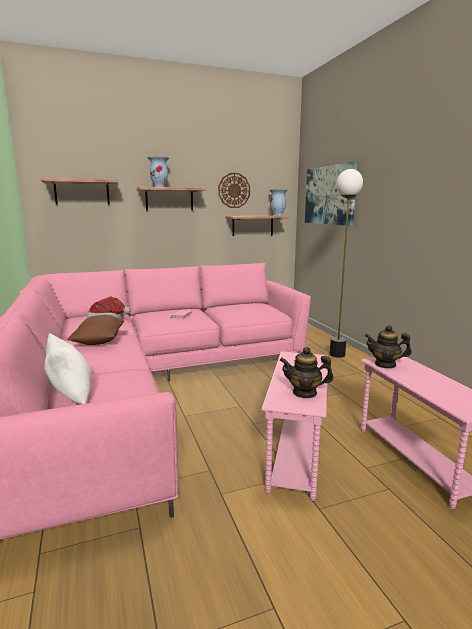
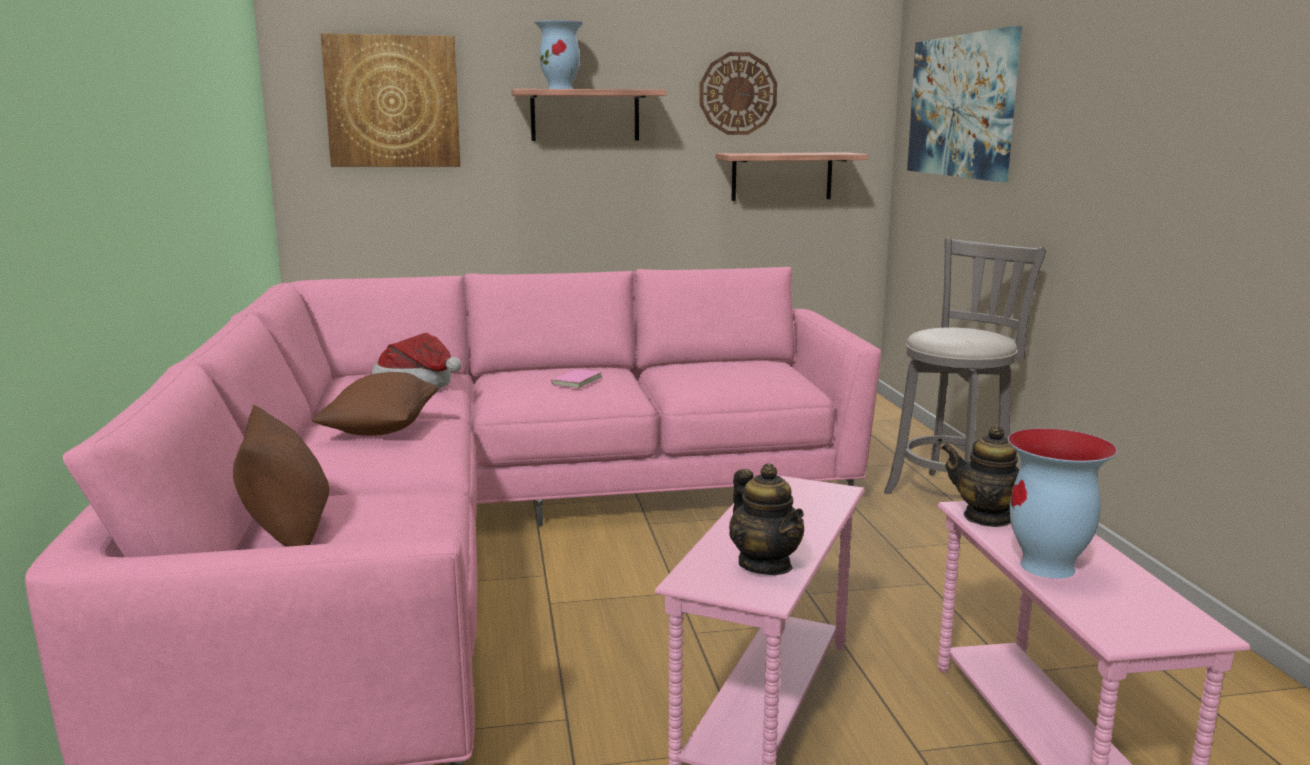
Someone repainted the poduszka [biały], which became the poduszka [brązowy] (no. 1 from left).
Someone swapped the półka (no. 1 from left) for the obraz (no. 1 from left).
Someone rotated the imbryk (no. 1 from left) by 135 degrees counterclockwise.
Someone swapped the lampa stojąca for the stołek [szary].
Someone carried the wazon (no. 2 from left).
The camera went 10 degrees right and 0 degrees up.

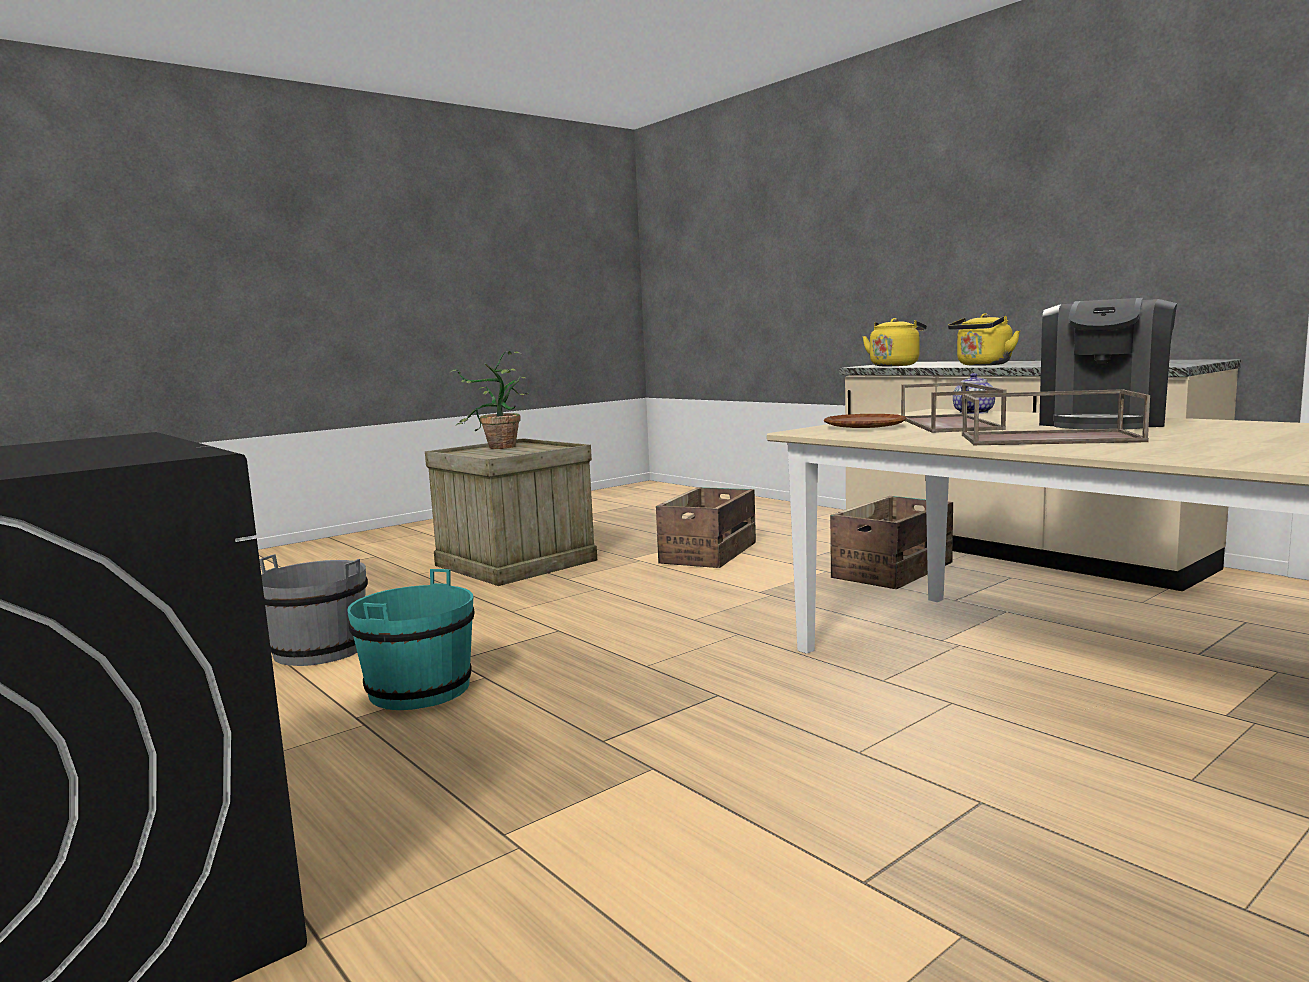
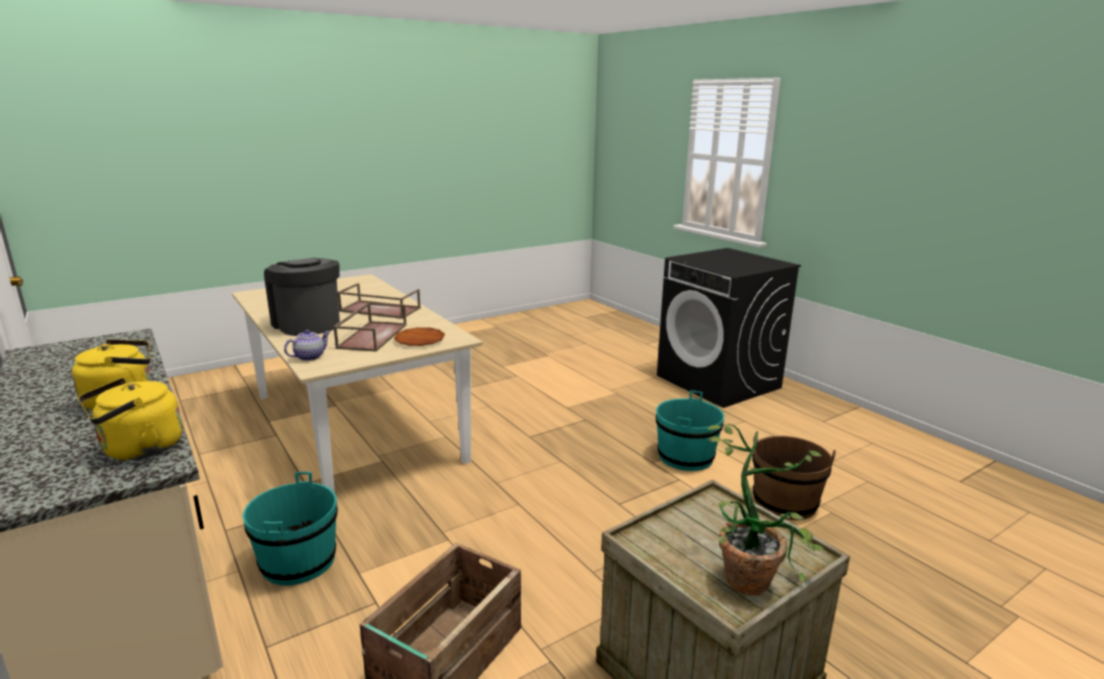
Someone swapped the skrzynka (no. 3 from left) for the wiadro [turkusowy] (no. 1 from left).
Someone rotated the ekspres do kawy by 75 degrees counterclockwise.
Someone repainted the wiadro [szary], which became the wiadro [brązowy].
The camera went 175 degrees left and 10 degrees up.

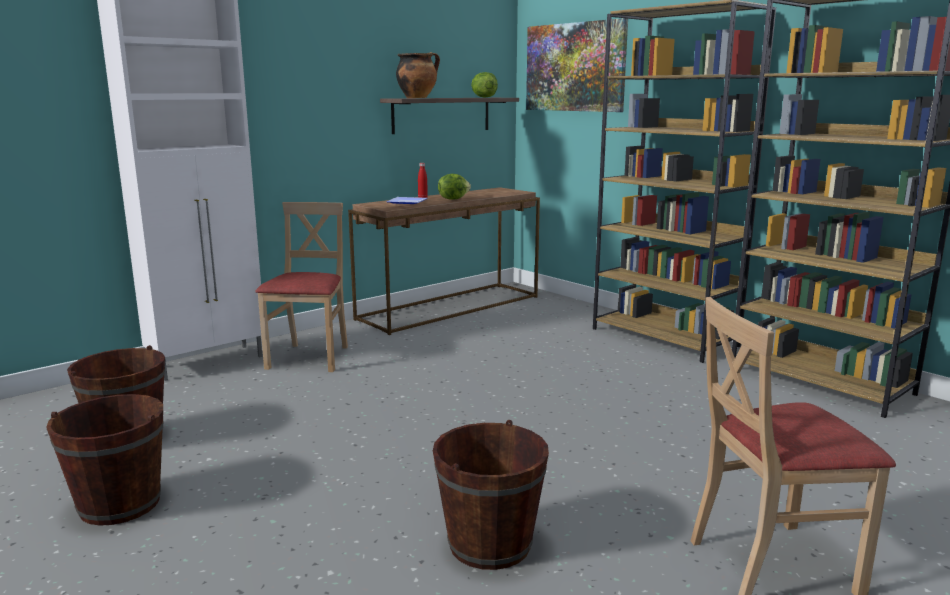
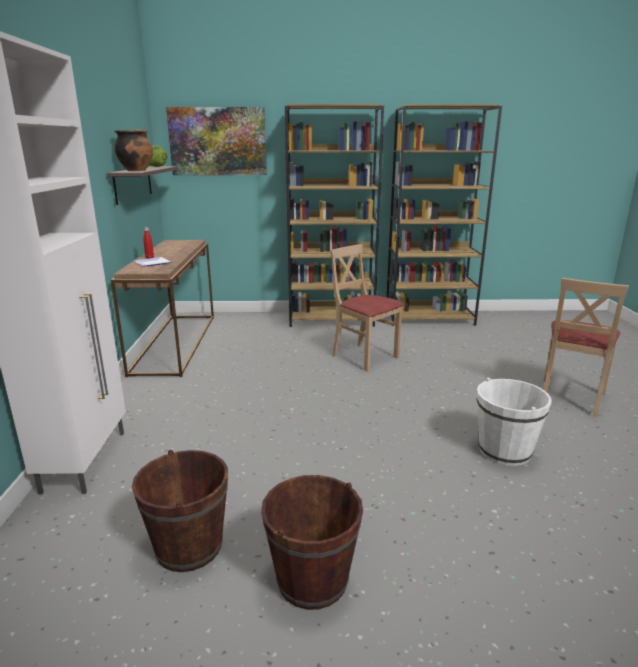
Someone carried the krzesło [beżowy] (no. 1 from left).
Someone repainted the wiadro [brązowy] (no. 3 from left), which became the wiadro [biały].
Someone took away the sałata (no. 1 from left).
The camera went 50 degrees left and 5 degrees up.

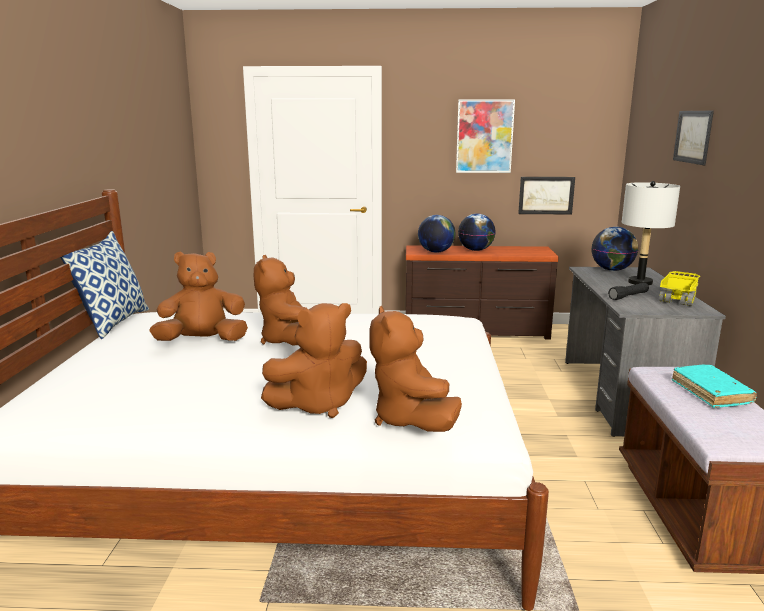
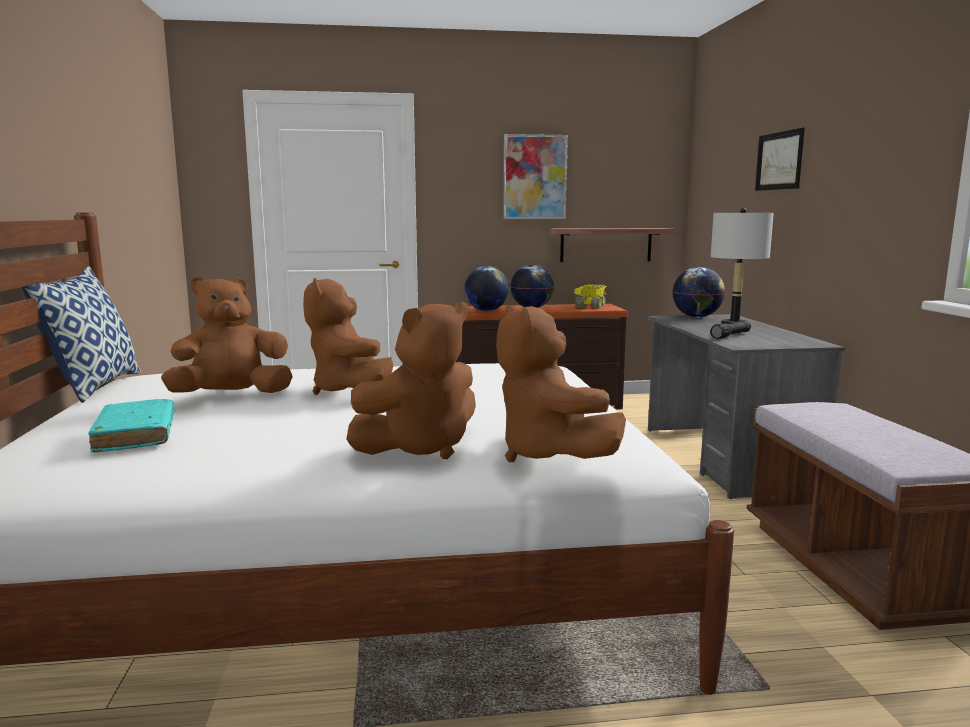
Someone carried the książka [turkusowy].
Someone swapped the obraz (no. 2 from left) for the półka.
Someone carried the ciężarówka zabawkowa.
The camera went 10 degrees left and 5 degrees down.

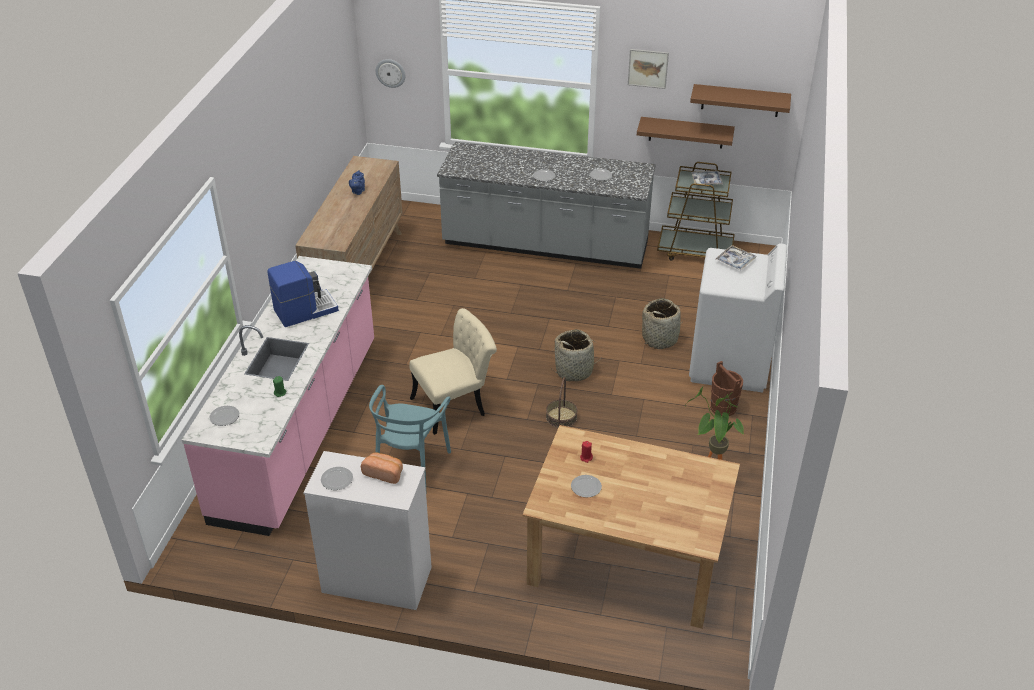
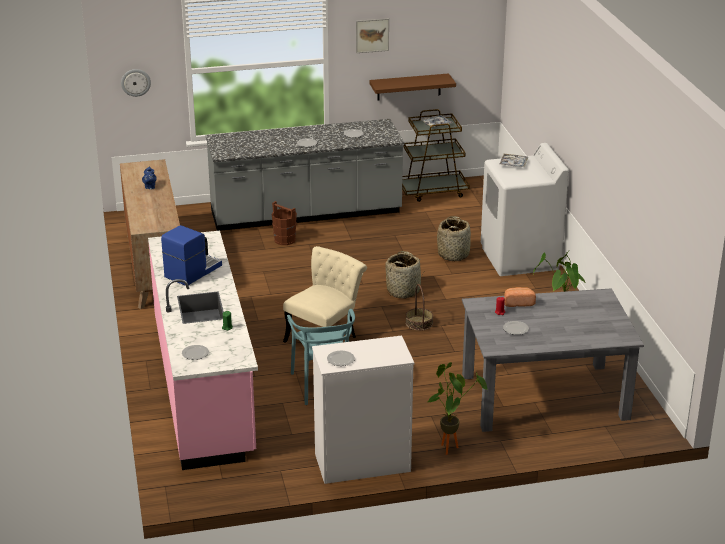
Someone carried the wiadro [brązowy].
Someone put down the roślina doniczkowa (no. 1 from left).
Someone repainted the stół jadalny [brązowy], which became the stół jadalny [szary].
Someone carried the chleb.
Someone took away the półka [brązowy] (no. 2 from left).
The camera went 25 degrees left and 10 degrees down.

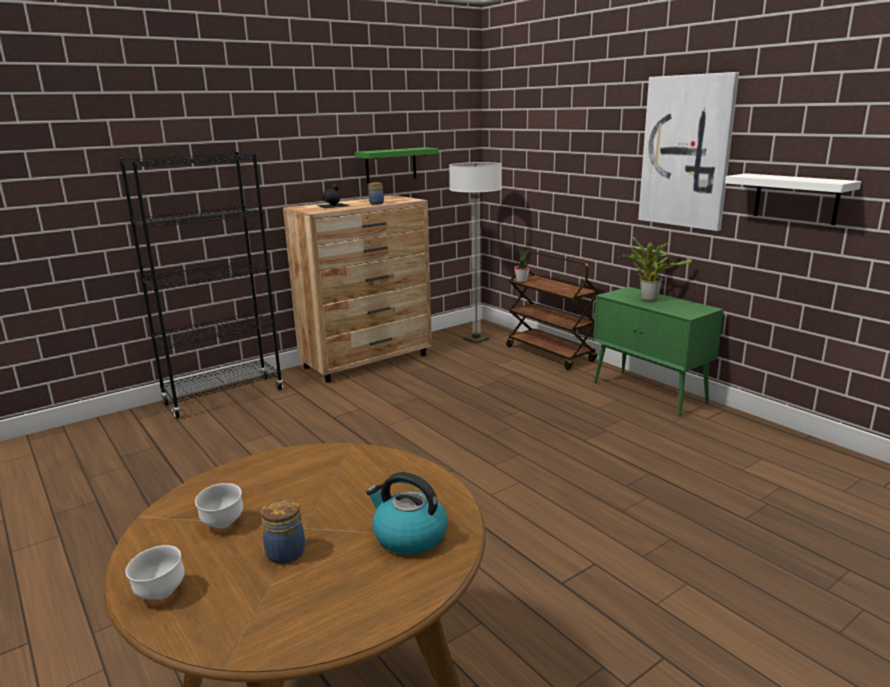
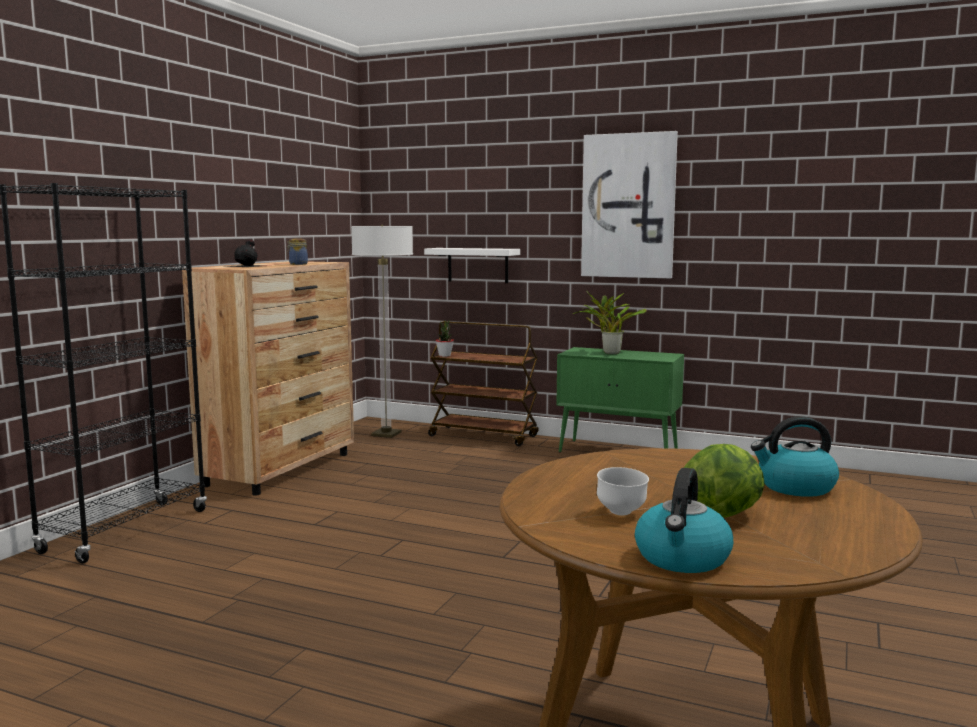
Someone carried the półka [biały].
Someone swapped the miska [biały] (no. 1 from left) for the czajnik (no. 1 from left).
Someone swapped the słoik (no. 1 from left) for the sałata.
Someone took away the półka [zielony].
The camera went 30 degrees left and 10 degrees down.

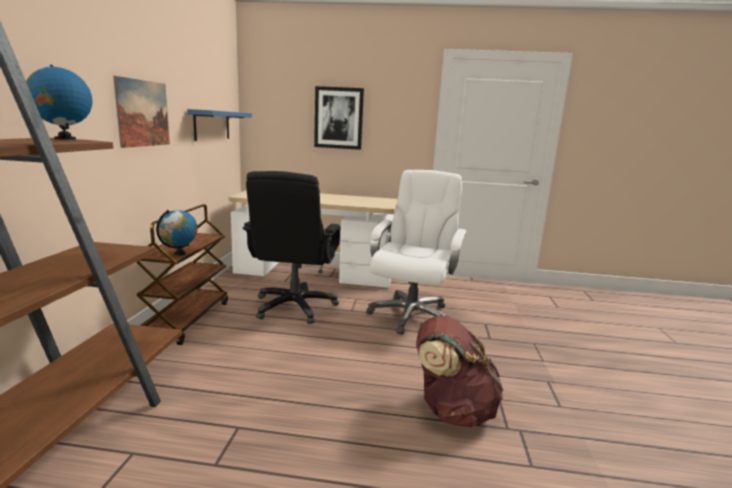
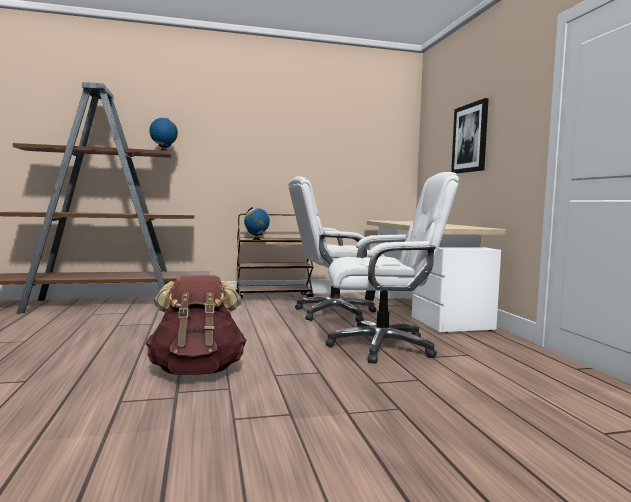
Someone repainted the krzesło biurowe [czarny], which became the krzesło biurowe [biały] (no. 1 from left).
Someone took away the obraz (no. 1 from left).
Someone took away the półka [niebieski].
The camera went 70 degrees right and 10 degrees down.

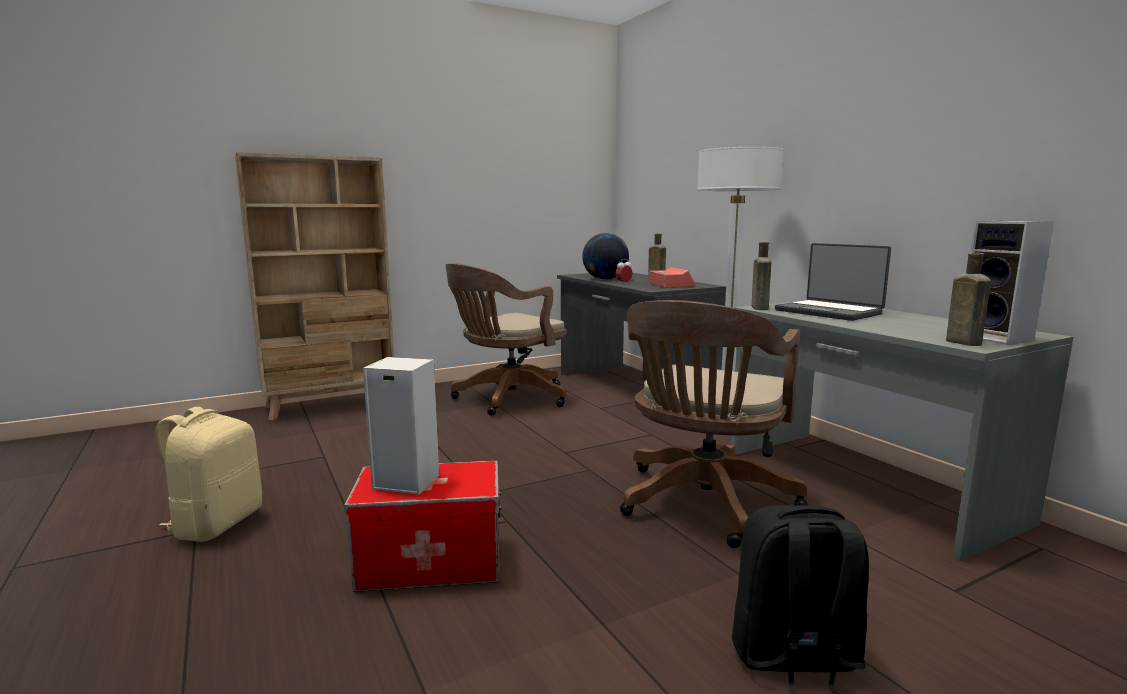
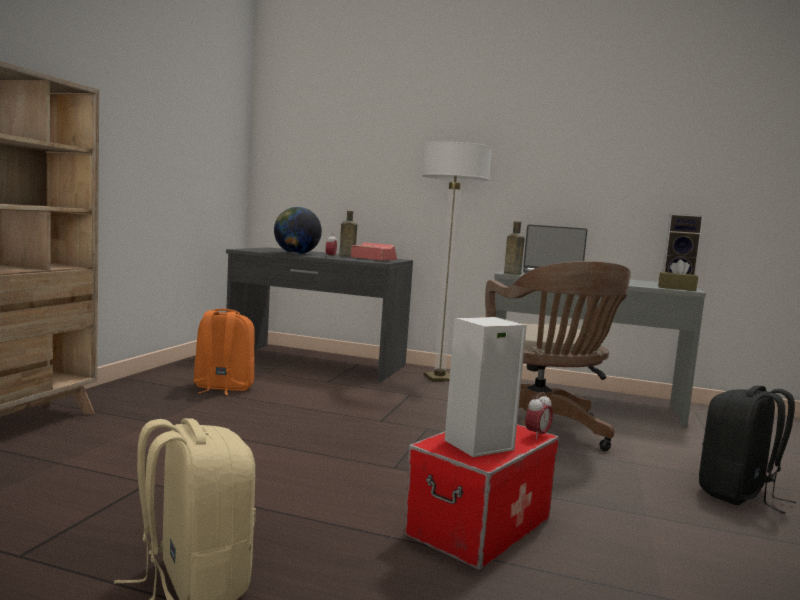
Someone swapped the krzesło biurowe [brązowy] (no. 1 from left) for the plecak [pomarańczowy].
Someone put down the budzik (no. 3 from left).
Someone swapped the butelka [brązowy] (no. 3 from left) for the pudełko chusteczek [brązowy].
The camera went 45 degrees left and 5 degrees down.

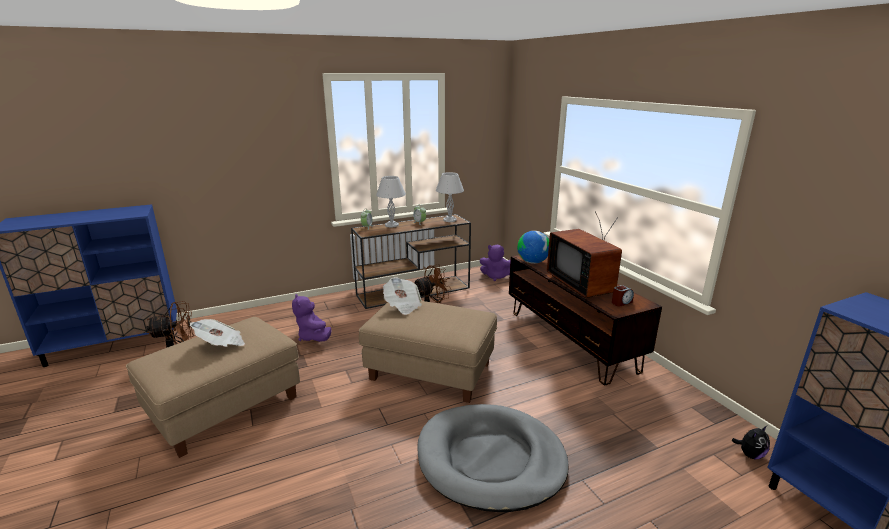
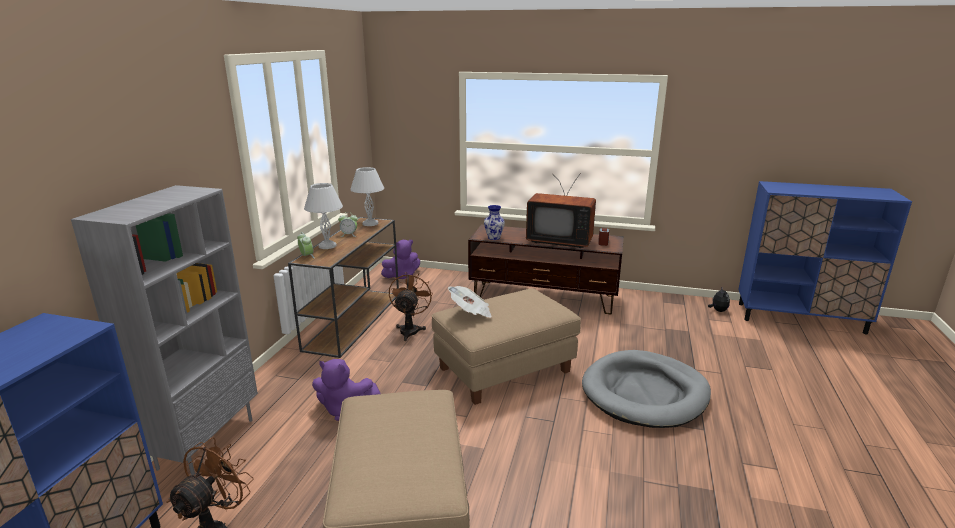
Someone put down the regał [szary].
Someone swapped the globus for the wazon.
Someone took away the gazeta (no. 1 from left).
The camera went 50 degrees left and 0 degrees up.

